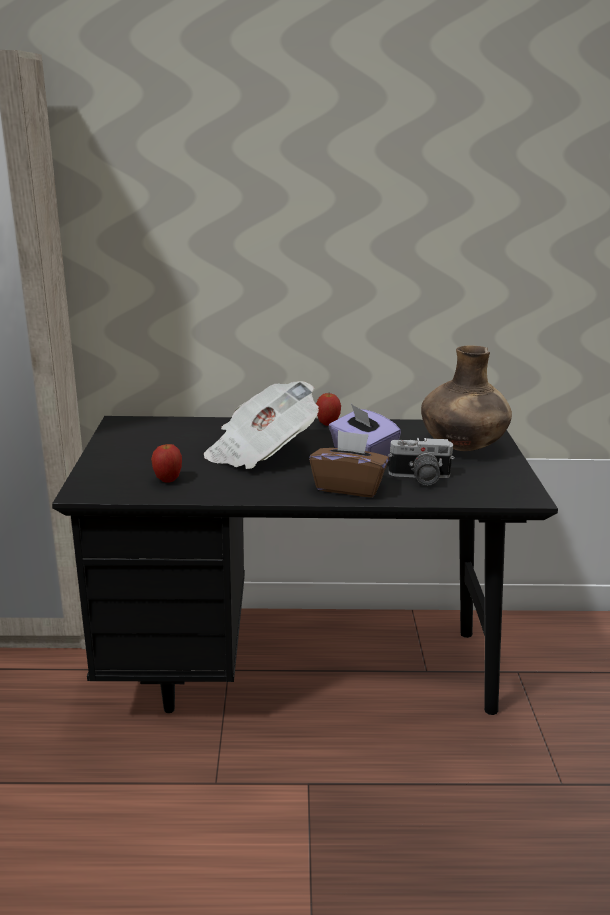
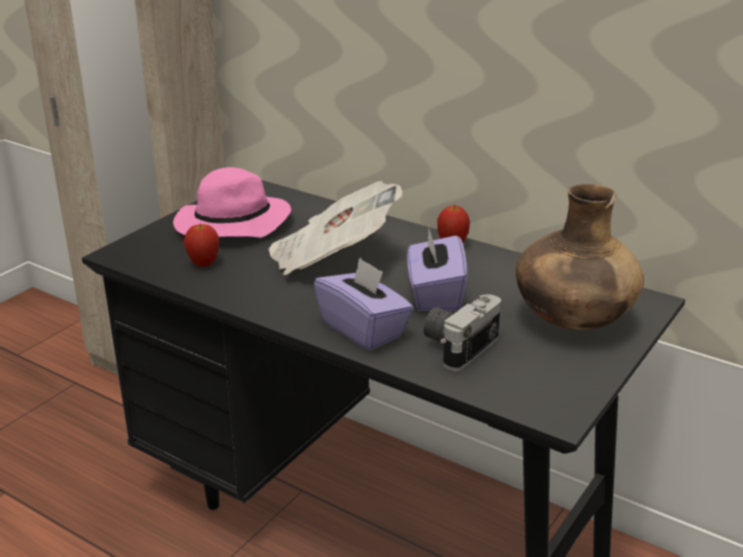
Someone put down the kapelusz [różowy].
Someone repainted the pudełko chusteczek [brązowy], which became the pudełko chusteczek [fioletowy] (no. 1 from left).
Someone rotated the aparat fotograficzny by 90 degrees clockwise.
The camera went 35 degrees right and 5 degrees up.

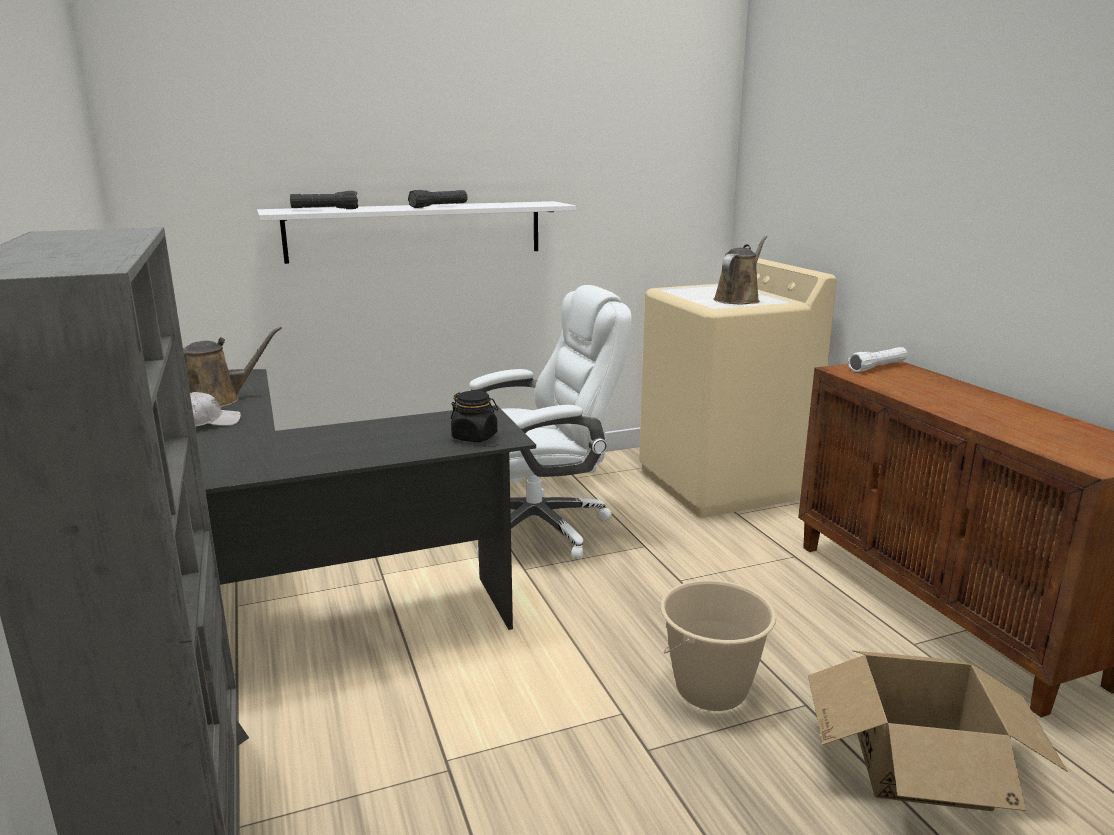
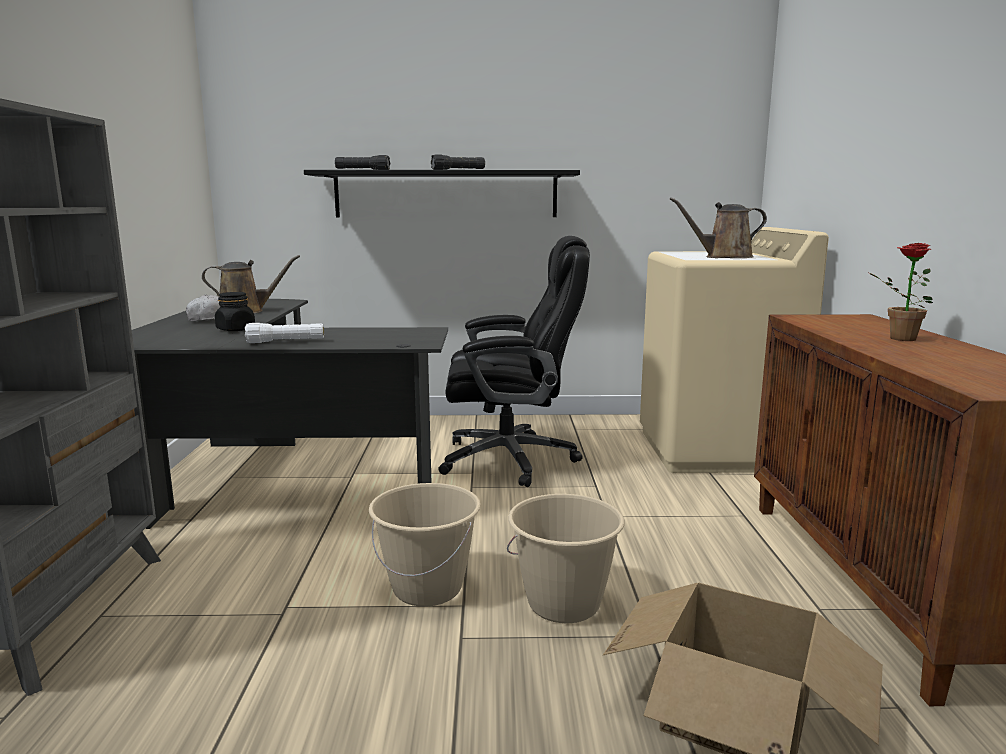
Someone carried the słoik [czarny].
Someone carried the latarka [biały].
Someone repainted the półka [biały], which became the półka [czarny].
Someone put down the wiadro [beżowy] (no. 1 from left).
Someone repainted the krzesło biurowe [biały], which became the krzesło biurowe [czarny].
Someone rotated the konewka [brązowy] (no. 2 from left) by 150 degrees counterclockwise.
Someone put down the roślina doniczkowa.
The camera went 20 degrees right and 5 degrees down.

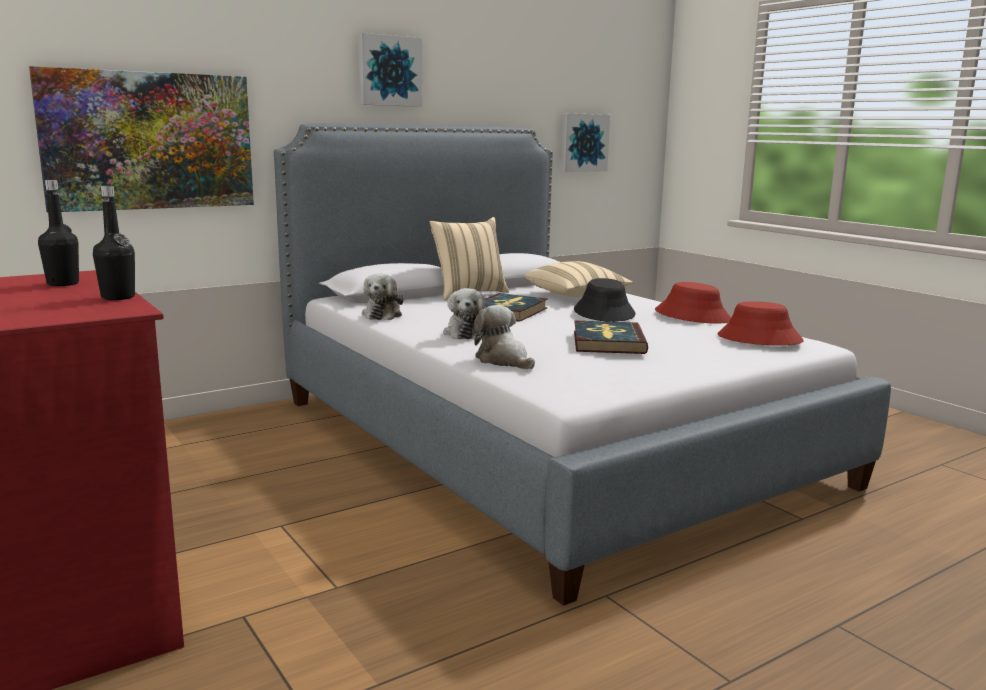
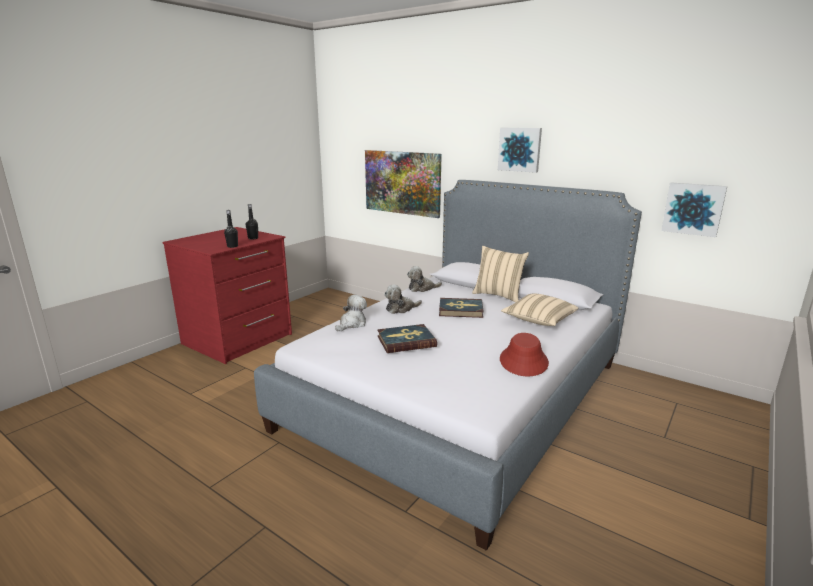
Someone took away the kapelusz [czarny].
Someone took away the kapelusz [czerwony] (no. 2 from left).
The camera went 70 degrees right and 5 degrees up.

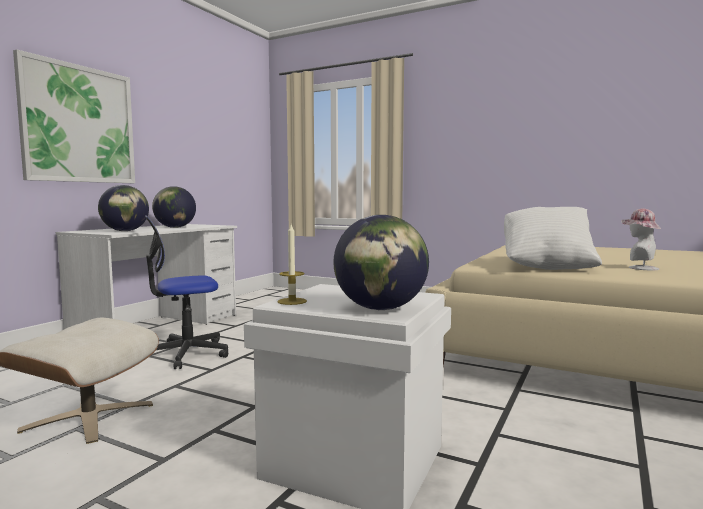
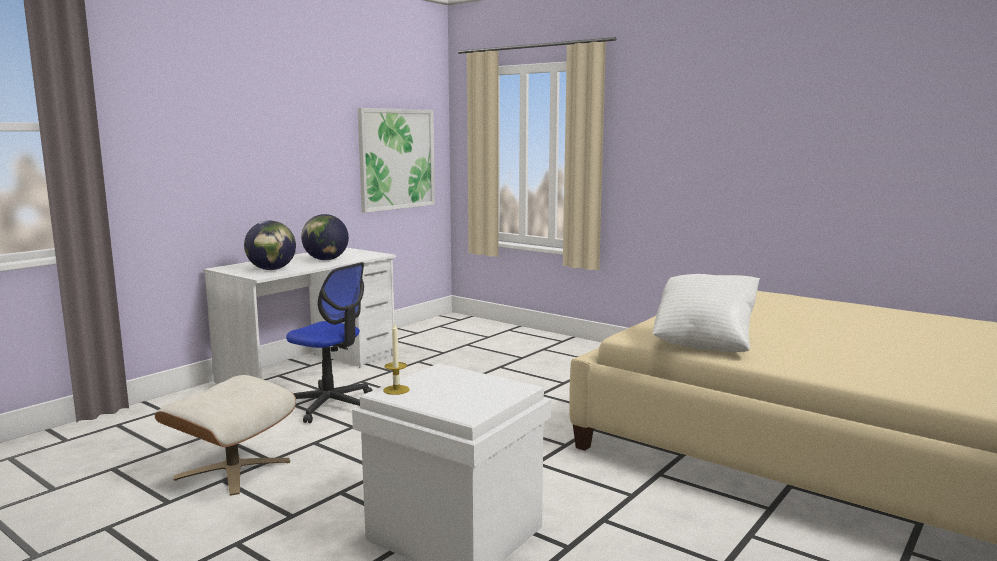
Someone rotated the krzesło biurowe by 135 degrees counterclockwise.
Someone carried the obraz.
Someone took away the globus (no. 3 from left).
Someone took away the kapelusz.
The camera went 10 degrees right and 5 degrees up.

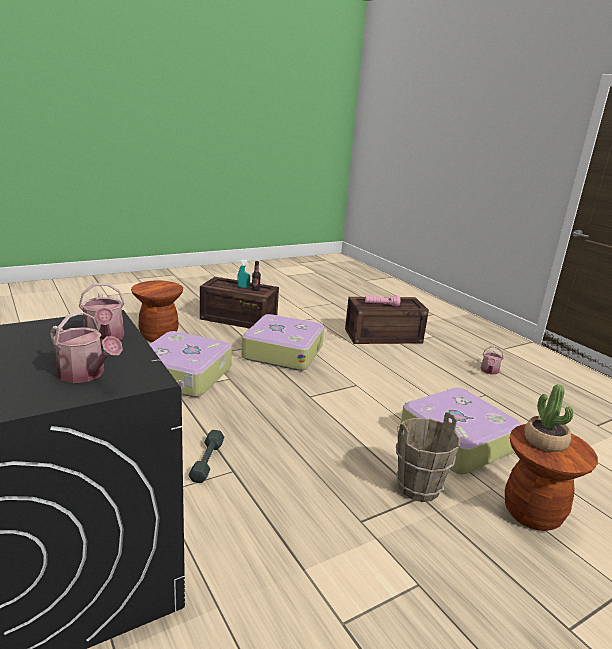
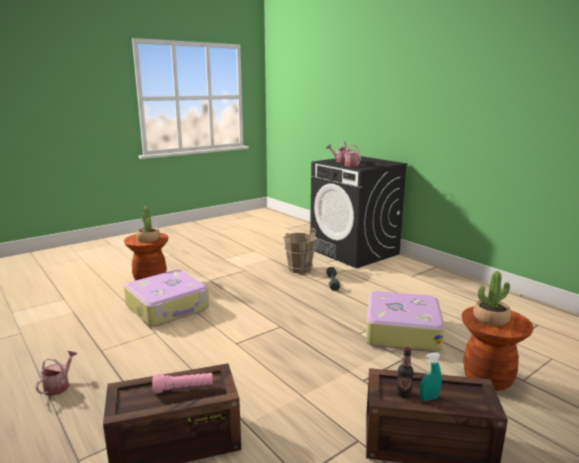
Someone carried the wiadro [brązowy].
Someone put down the roślina doniczkowa (no. 2 from left).
Someone took away the walizka (no. 2 from left).
The camera went 175 degrees right and 5 degrees down.

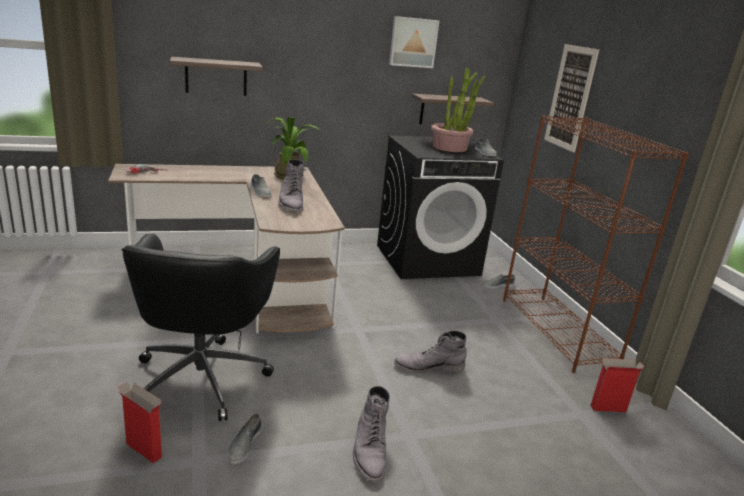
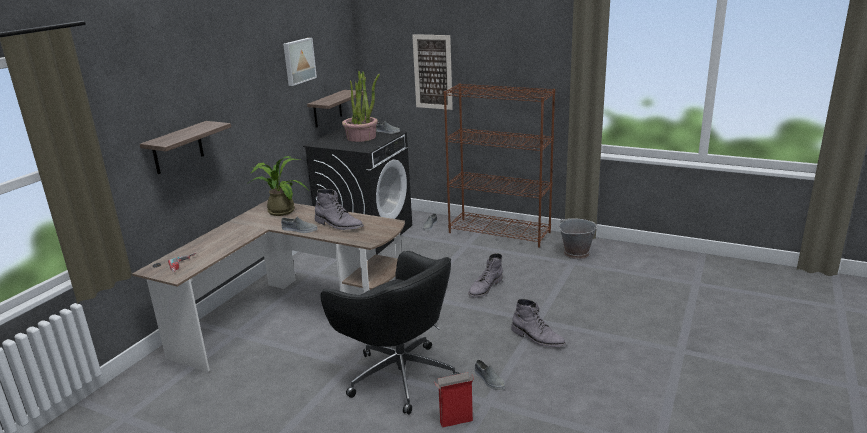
Someone swapped the karton (no. 2 from left) for the wiadro [szary].
The camera went 45 degrees left and 0 degrees up.

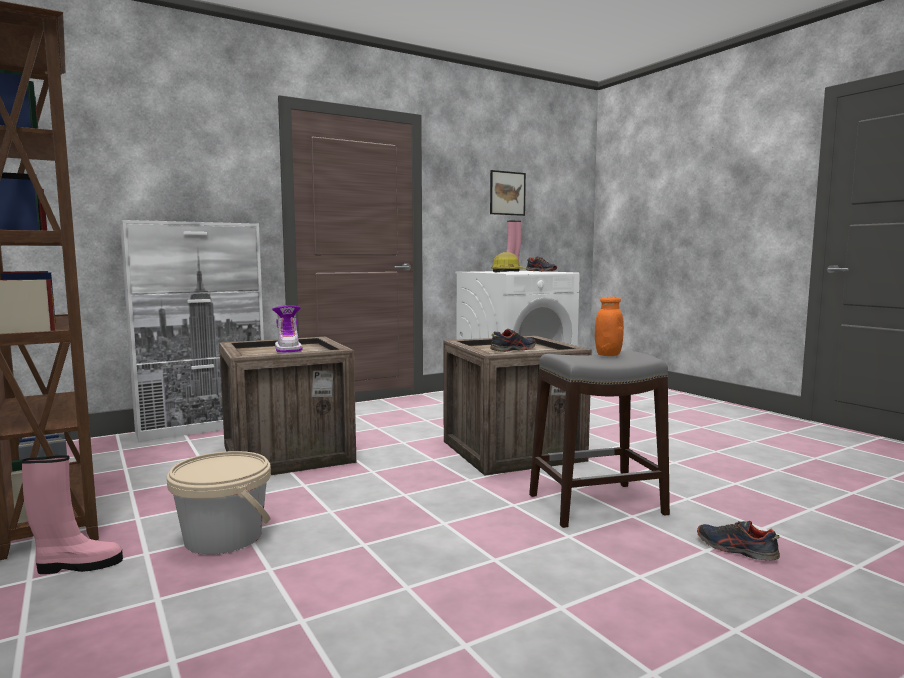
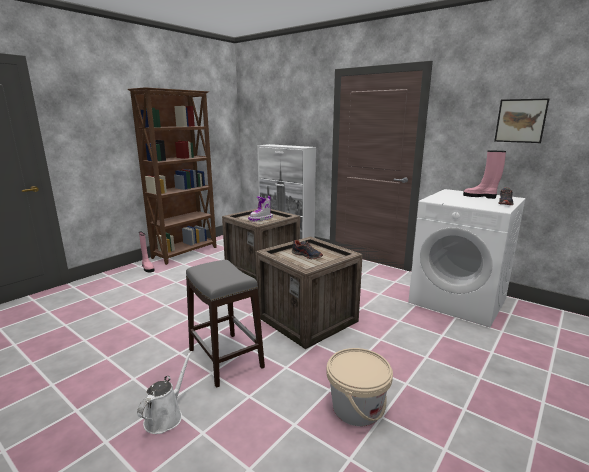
Someone swapped the but (no. 3 from left) for the konewka [biały].
Someone carried the wiadro [beżowy].
Someone took away the kask.
Someone took away the słoik [pomarańczowy].
The camera went 70 degrees right and 10 degrees up.

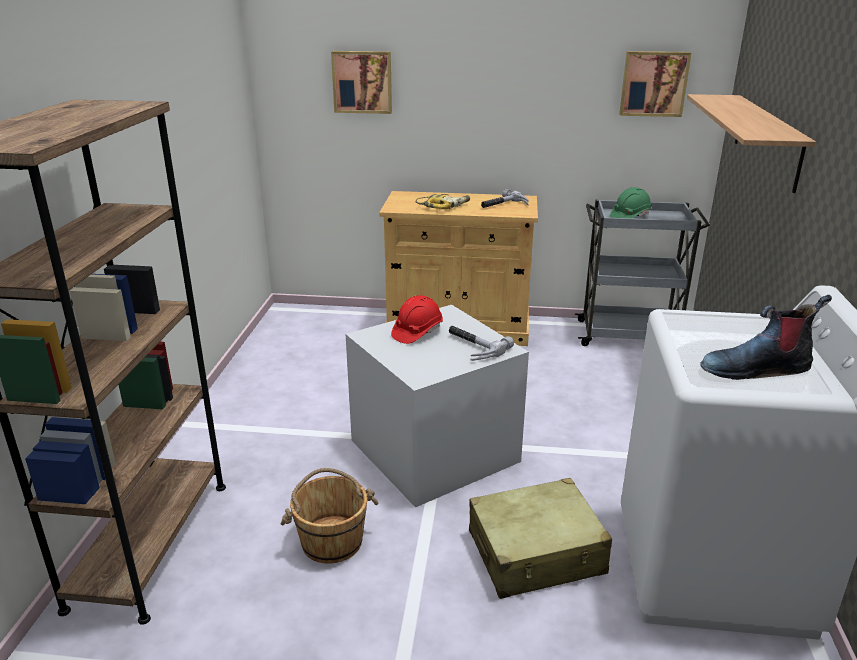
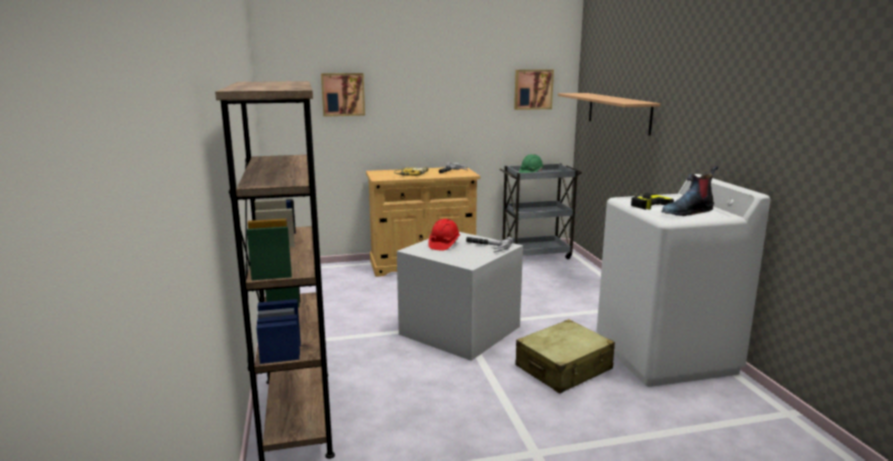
Someone put down the wiertarka (no. 2 from left).
Someone took away the wiadro [brązowy].
The camera went 20 degrees left and 10 degrees down.

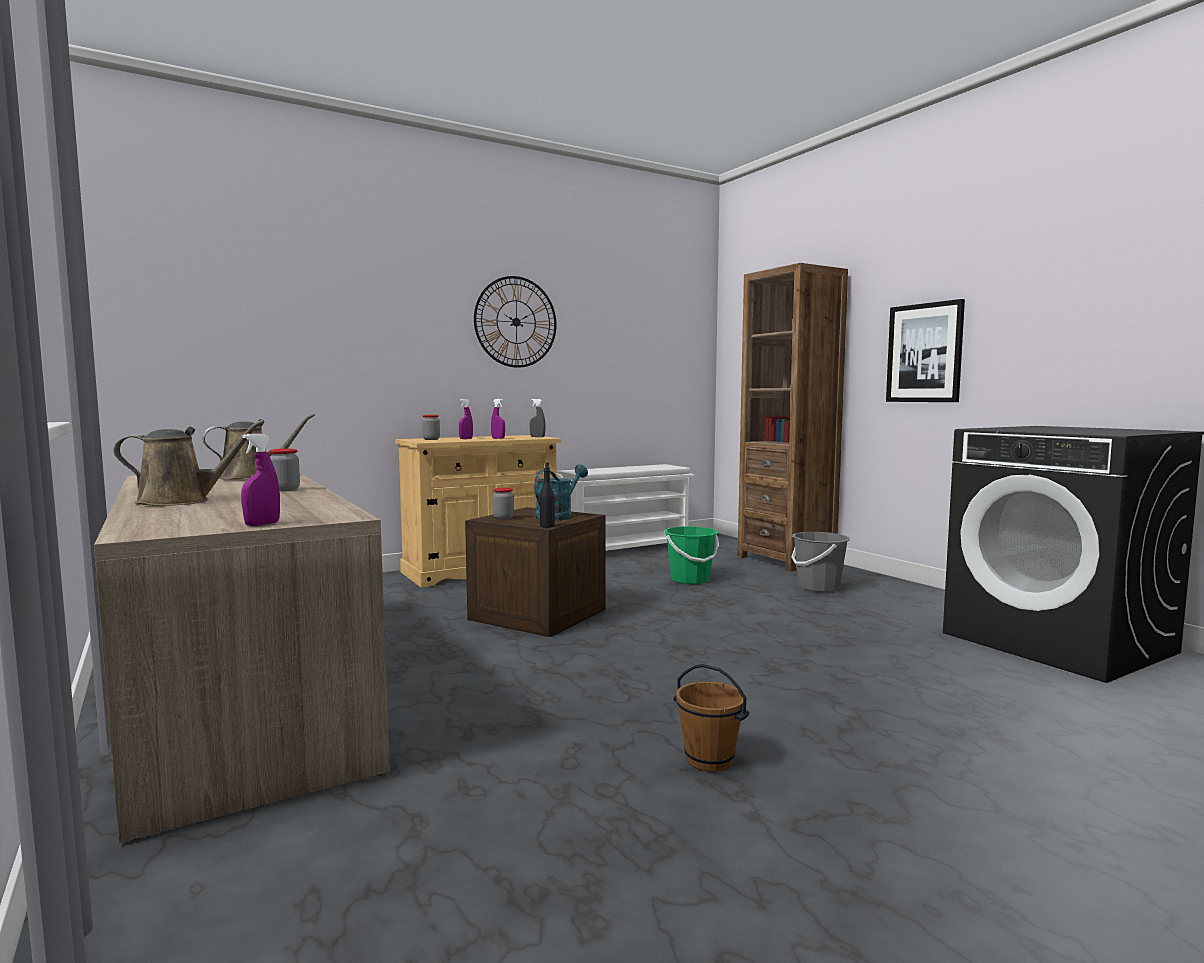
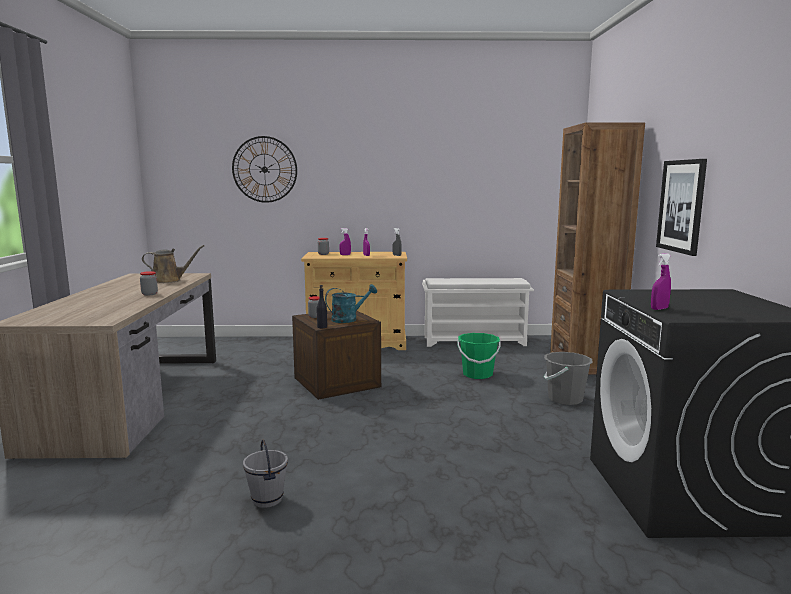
Someone carried the zegar ścienny.
Someone repainted the wiadro [brązowy], which became the wiadro [szary] (no. 1 from left).
Someone carried the spryskiwacz [fioletowy] (no. 1 from left in the first image).
Someone took away the konewka [brązowy] (no. 1 from left).
The camera went 30 degrees right and 5 degrees up.

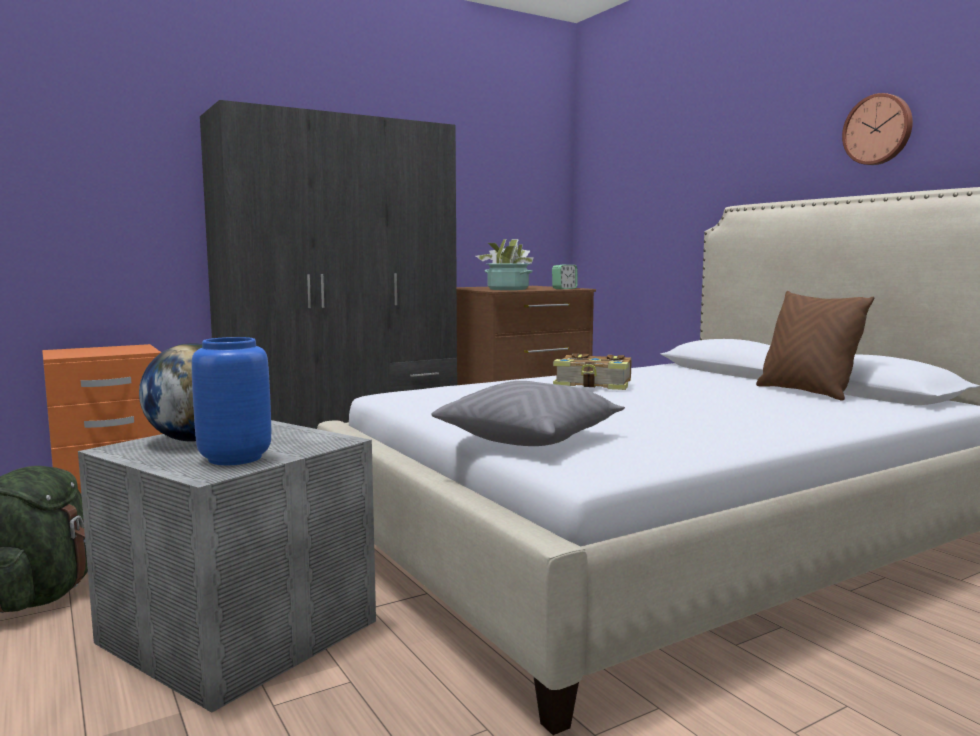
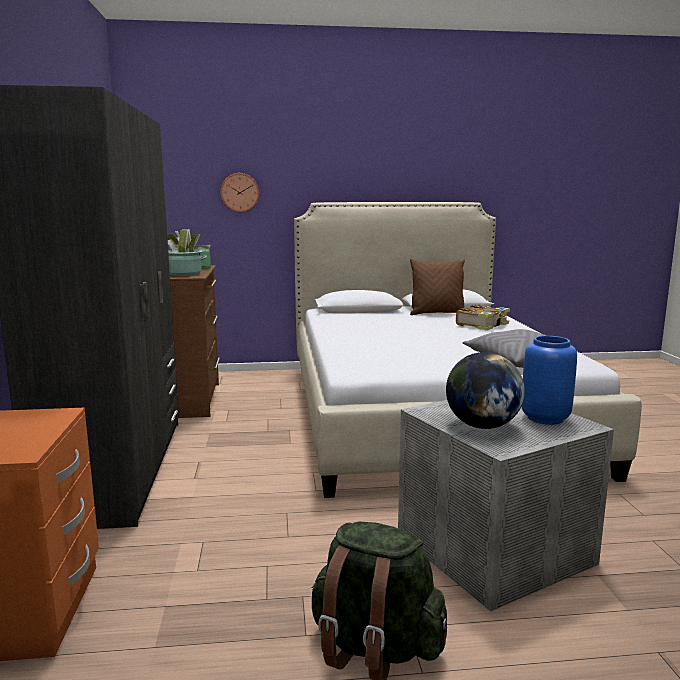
Someone carried the zegar ścienny.
Someone carried the książka.
The camera went 65 degrees left and 5 degrees up.

